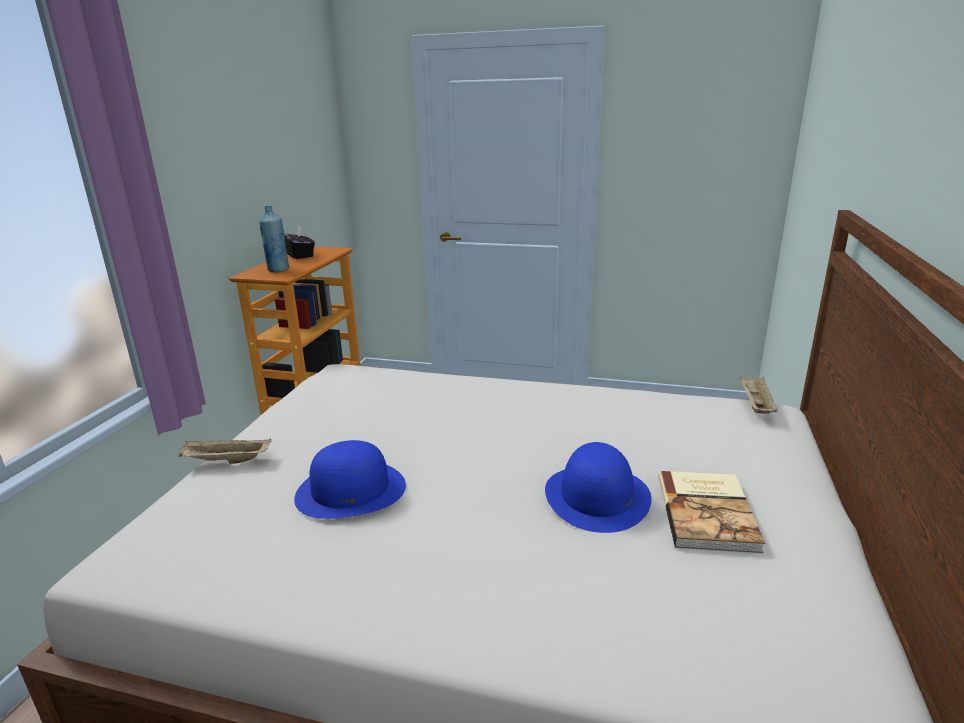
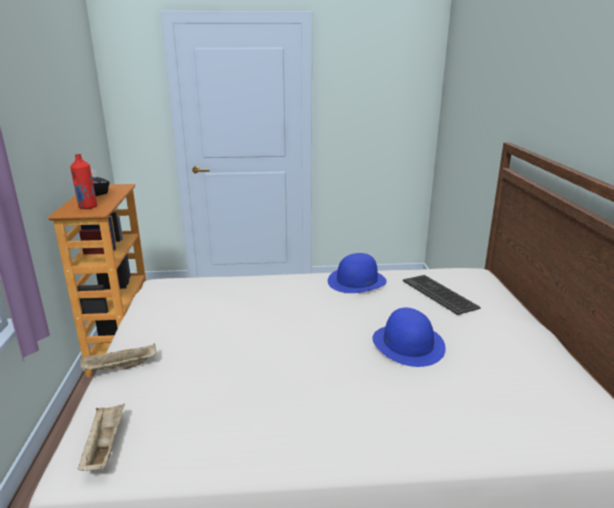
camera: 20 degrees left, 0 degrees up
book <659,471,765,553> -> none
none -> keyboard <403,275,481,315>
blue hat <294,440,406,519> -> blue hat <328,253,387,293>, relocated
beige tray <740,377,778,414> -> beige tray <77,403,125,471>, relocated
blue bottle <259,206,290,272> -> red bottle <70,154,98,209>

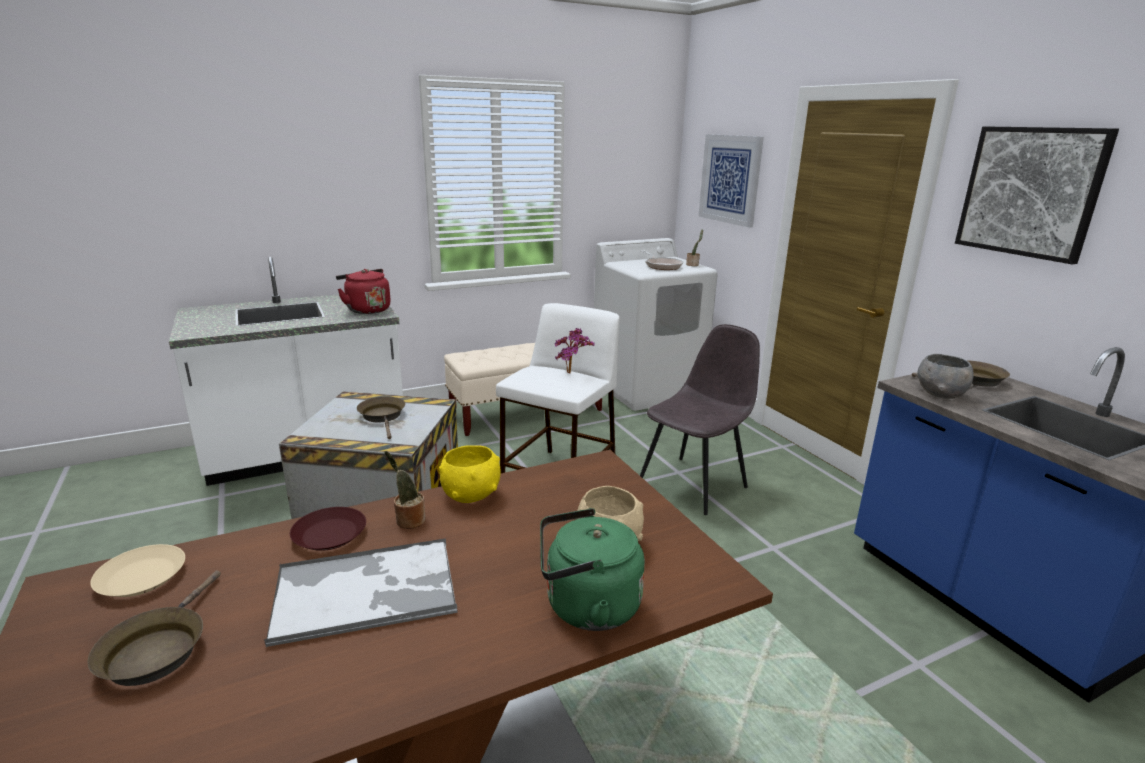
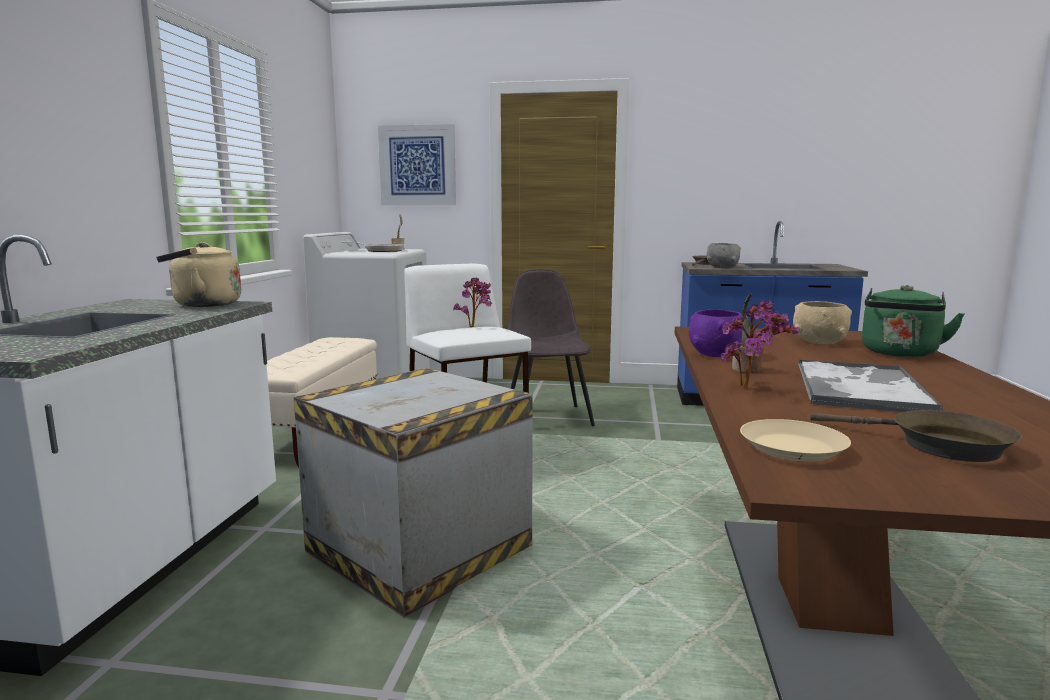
camera: 55 degrees left, 10 degrees down
brown frying pan <357,397,405,439> -> none
picture <955,126,1119,264> -> none
brown plate <290,507,366,551> -> potted plant <721,301,799,388>
red kettle <336,269,391,314> -> beige kettle <156,242,241,307>
yellow bowl <439,445,501,503> -> purple bowl <689,309,743,357>

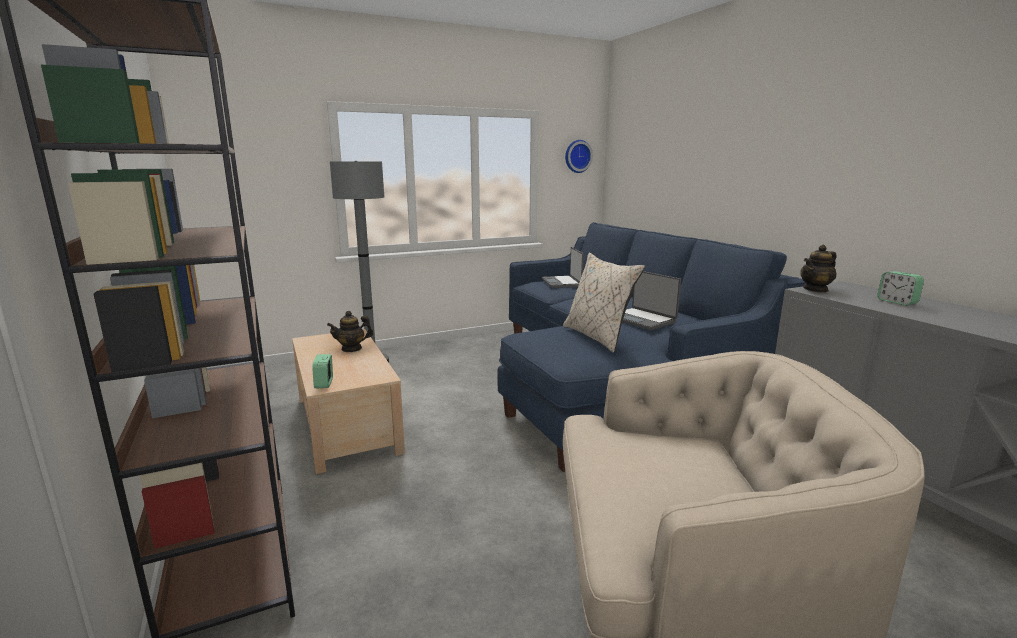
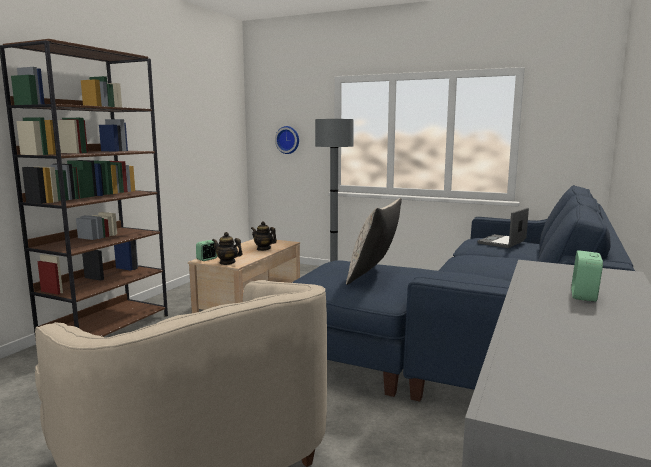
camera: 50 degrees right, 5 degrees down
laptop <622,271,681,330> -> none
wall clock <565,140,593,173> -> wall clock <275,126,299,154>, relocated
teapot <801,245,837,292> -> teapot <212,232,243,265>, relocated

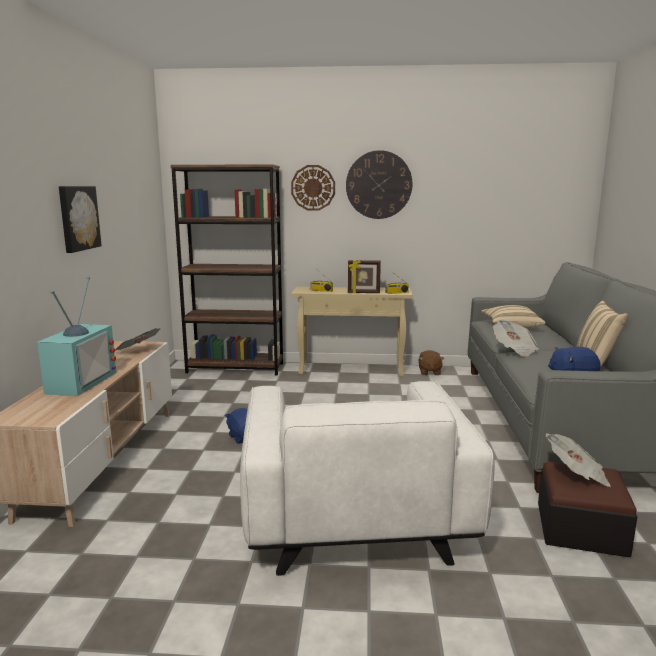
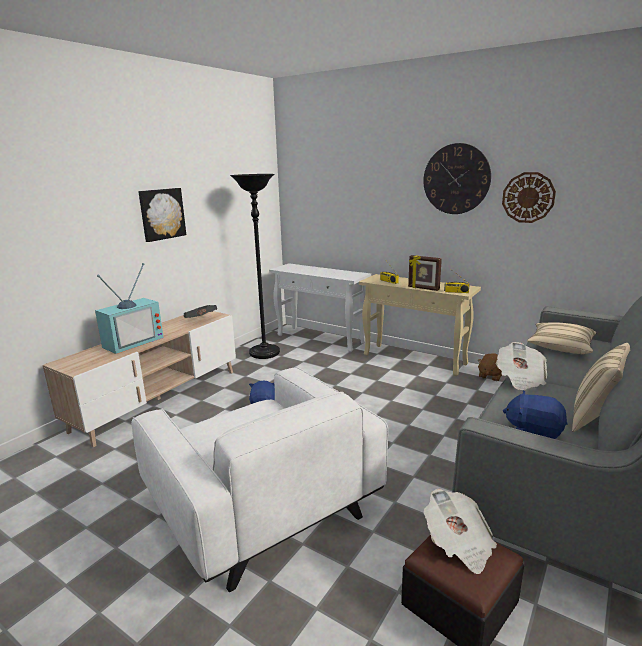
camera: 30 degrees right, 5 degrees up
none -> black floor lamp <230,174,280,359>
wall clock <291,165,335,211> -> wall clock <502,172,556,223>, relocated
brown bookcase <171,165,283,375> -> white console table <269,263,371,352>
white armchair <240,381,495,576> -> white armchair <131,367,388,592>, 60 degrees counterclockwise

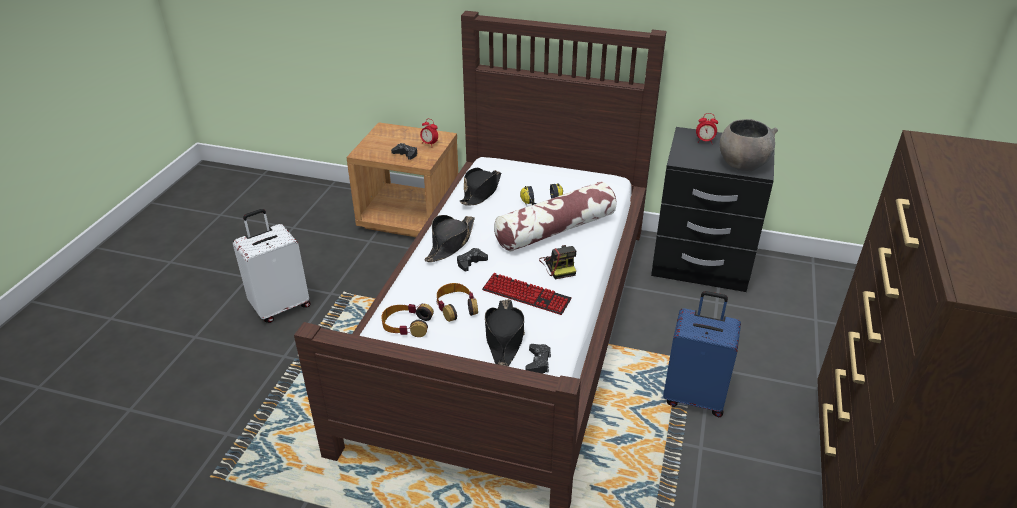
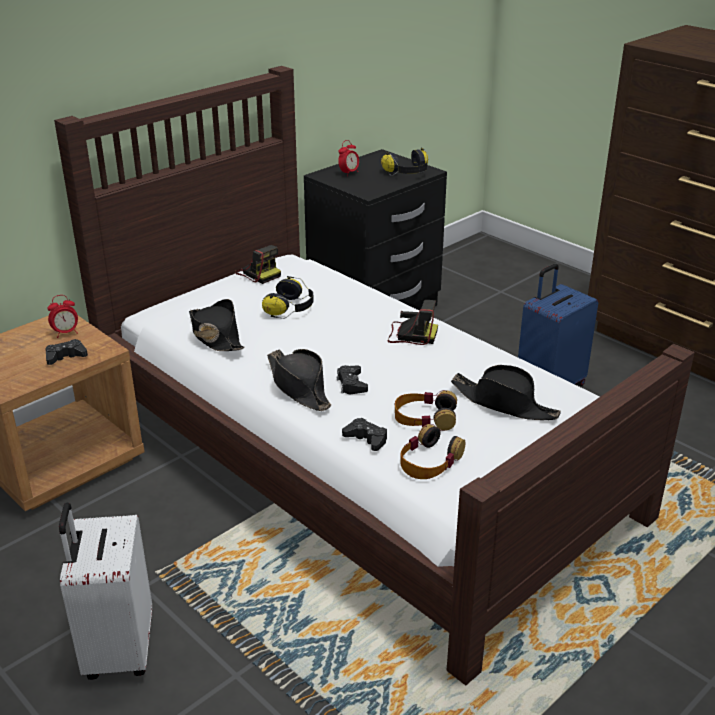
camera: 60 degrees left, 5 degrees down
keyboard <482,273,572,315> -> none
pillow <494,181,616,252> -> none
none -> photo camera <235,245,281,284>
black game controller <526,344,551,374> -> black game controller <342,418,387,451>, relocated
grey bowl <720,119,778,172> -> headphones <381,147,428,176>

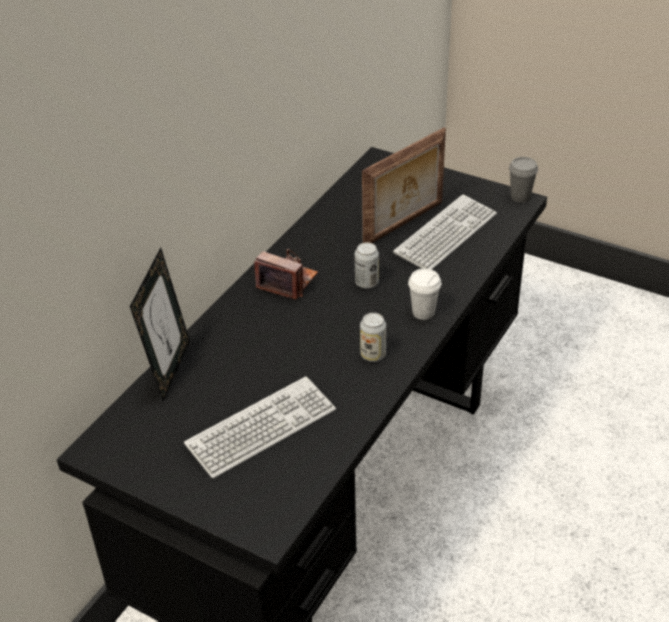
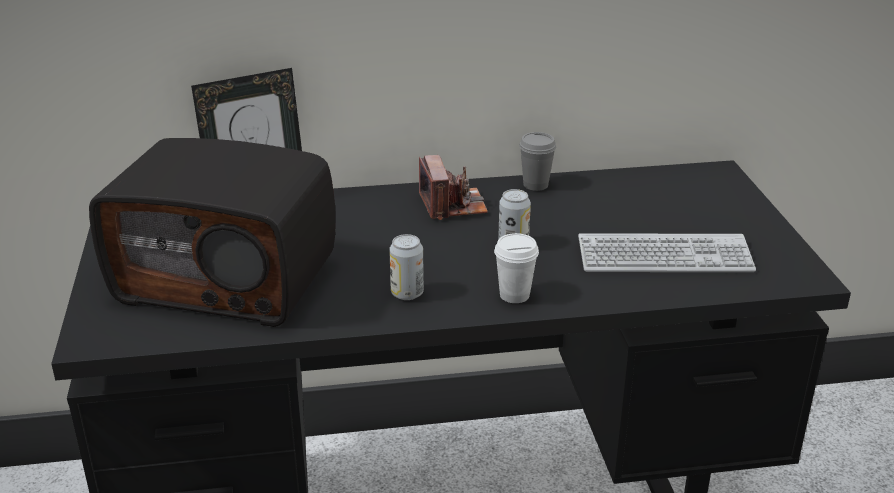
camera: 50 degrees right, 10 degrees down
picture frame <362,128,446,243> -> none
grey cup <509,157,538,202> -> grey cup <519,132,556,191>, relocated
keyboard <184,376,336,479> -> radio <89,138,336,327>

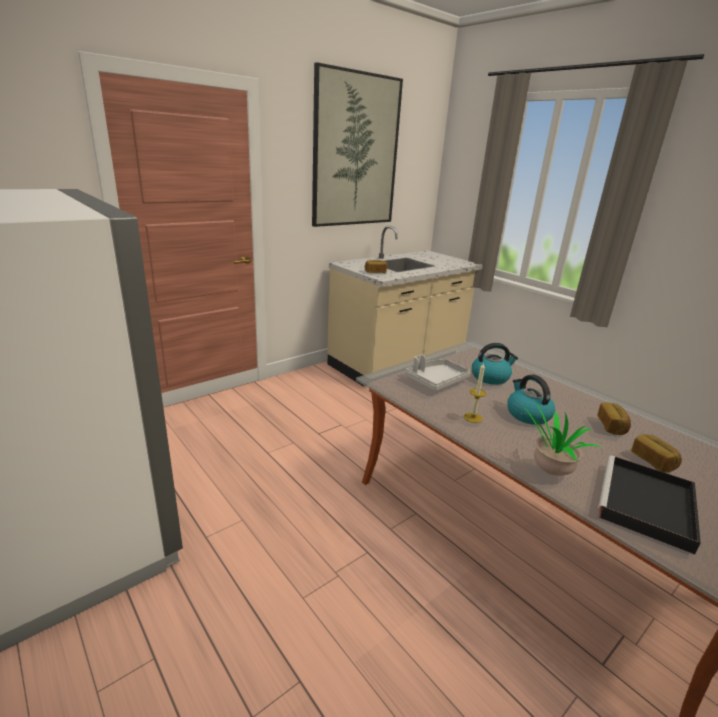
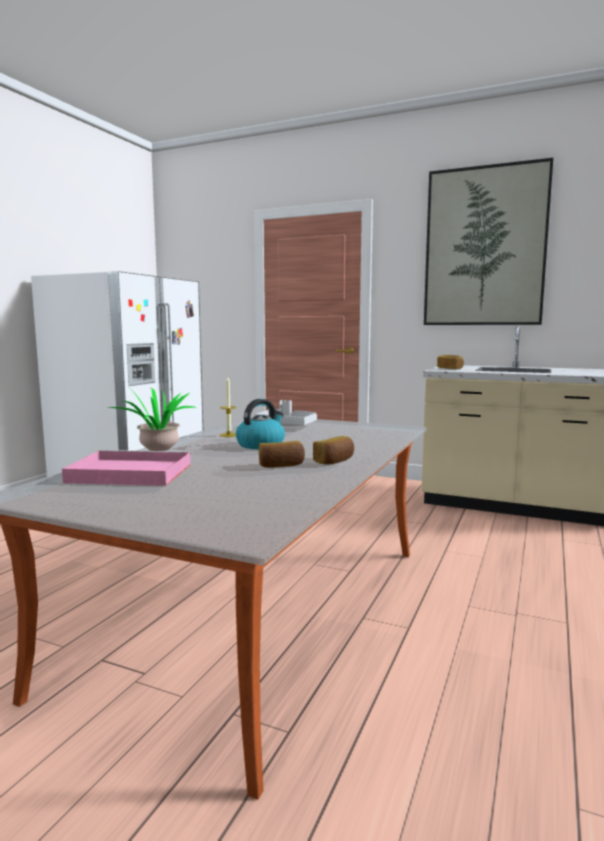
camera: 65 degrees right, 15 degrees down
kettle <472,343,518,385> -> none
bread <631,434,682,473> -> bread <313,436,354,465>, relocated
black tray <598,455,701,554> -> pink tray <62,450,191,486>

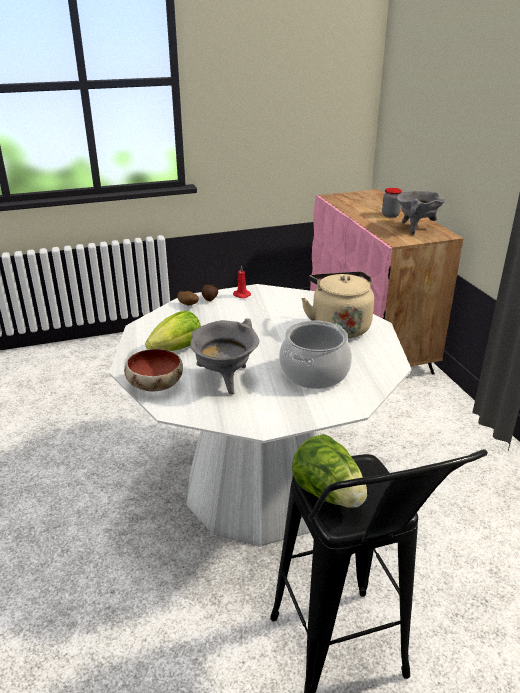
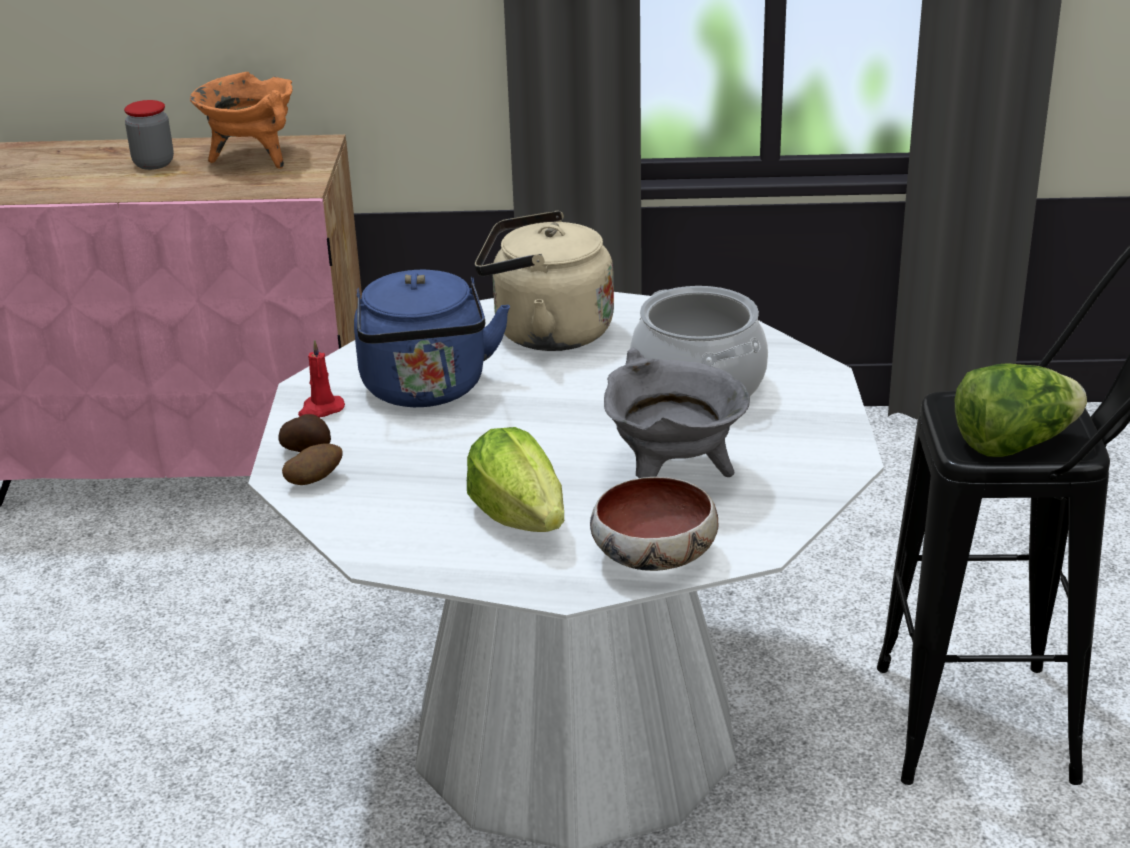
camera: 70 degrees left, 0 degrees up
none -> blue kettle <354,270,510,407>
grey cooking pot <396,191,445,235> -> orange cooking pot <190,72,292,169>

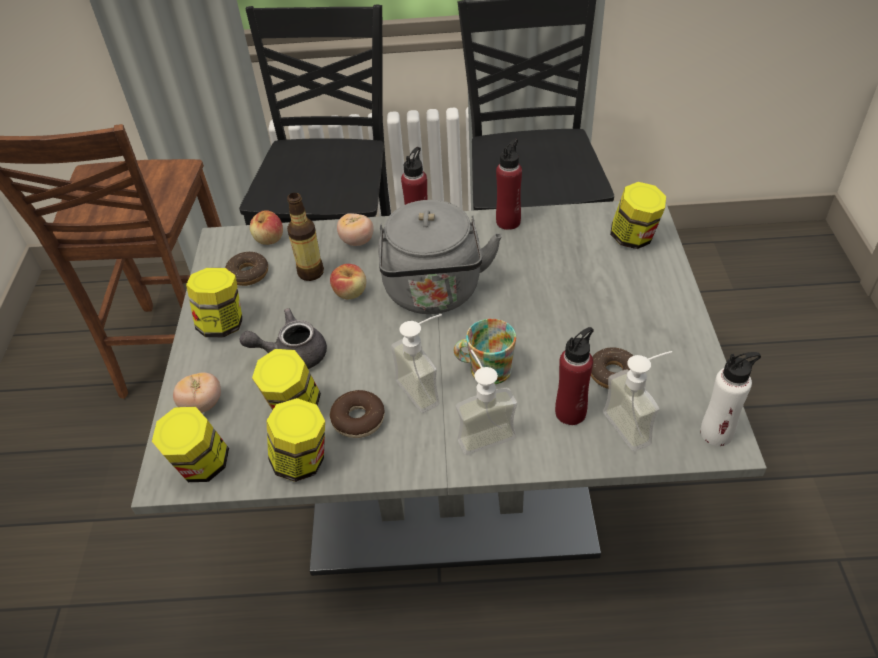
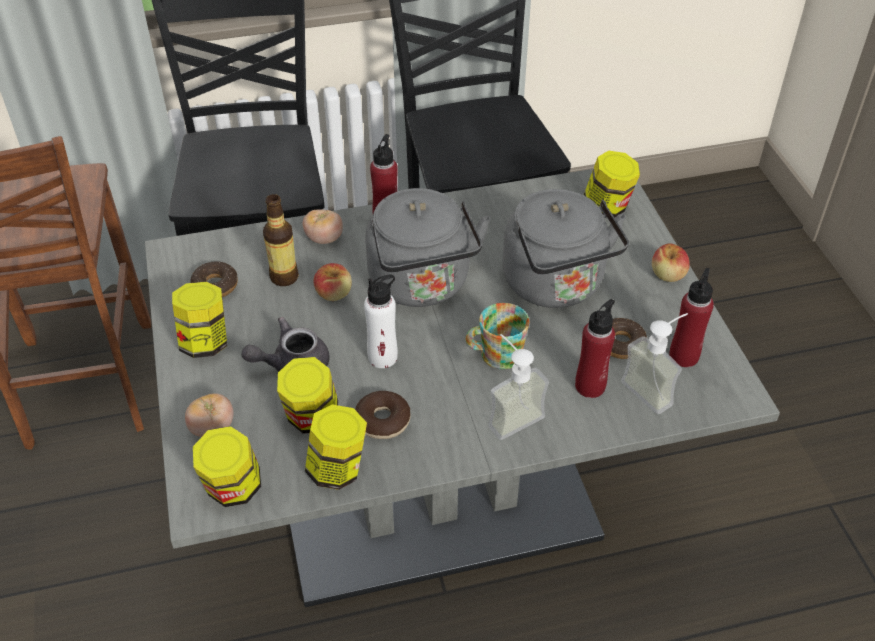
camera: 15 degrees left, 0 degrees up
soap dispenser <391,314,442,413> -> none
none -> grey kettle <502,189,629,308>
apple <250,210,283,245> -> apple <652,244,690,282>, relocated
red bottle <496,139,522,230> -> red bottle <669,268,714,367>, relocated
white bottle <700,352,761,446> -> white bottle <364,275,398,368>, relocated

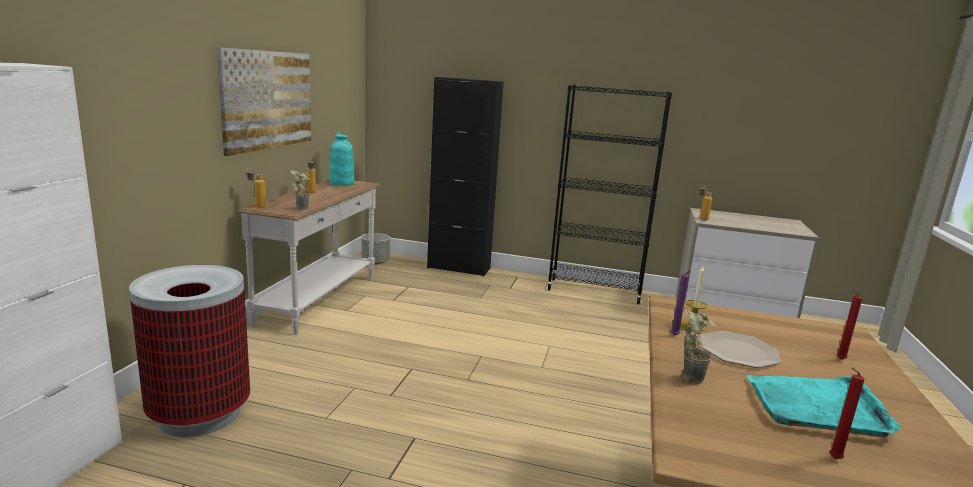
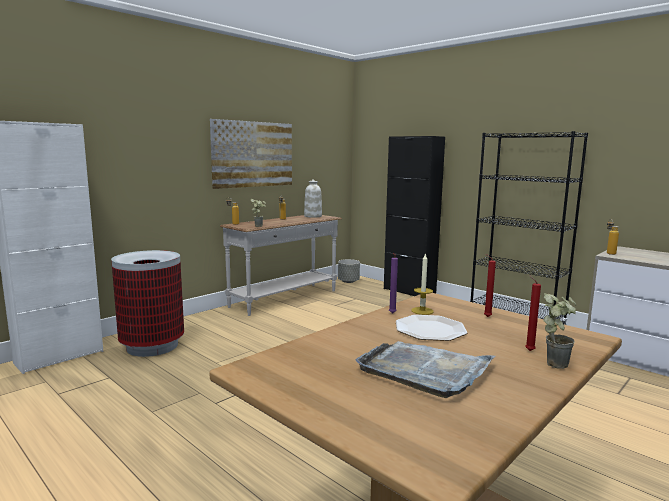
camera: 30 degrees right, 5 degrees down
potted plant <683,310,716,384> -> potted plant <544,293,576,369>, relocated
red candle <829,368,865,459> -> red candle <484,254,496,317>, relocated
turquoise vase <329,132,354,186> -> white vase <304,179,322,218>
turquoise tray <747,375,901,437> -> grey tray <355,341,495,398>

